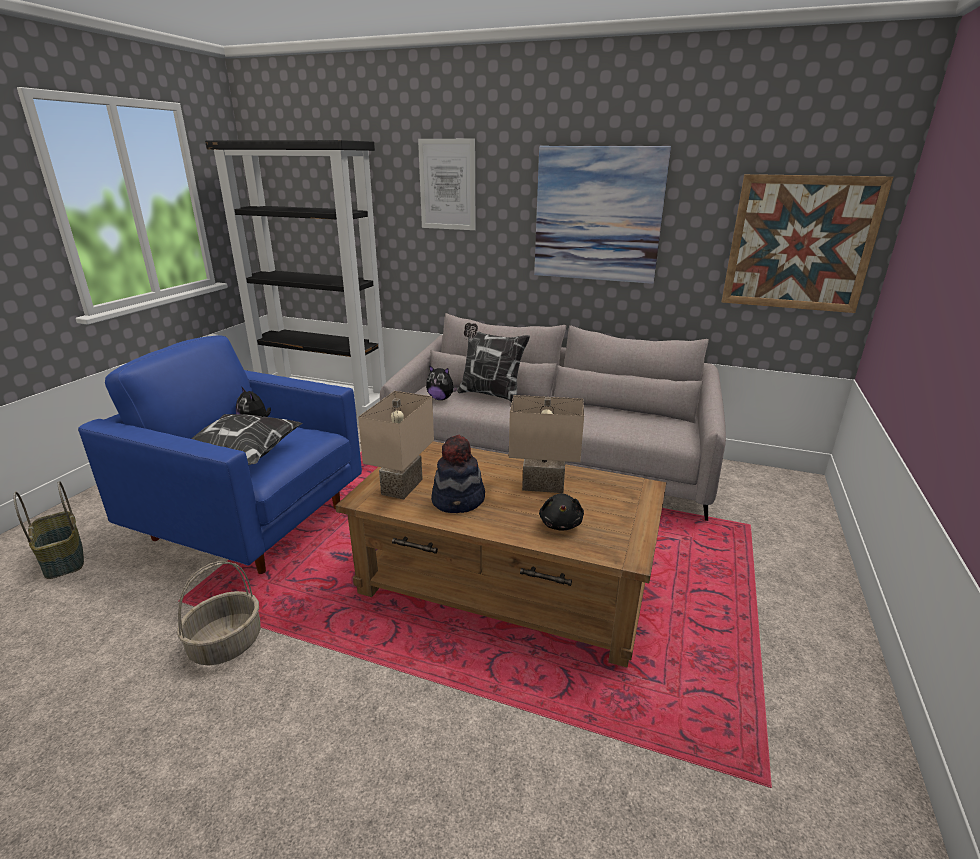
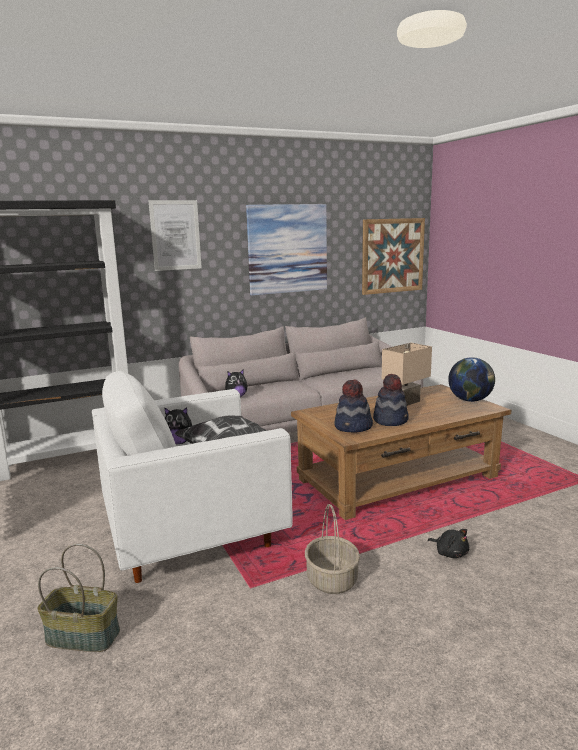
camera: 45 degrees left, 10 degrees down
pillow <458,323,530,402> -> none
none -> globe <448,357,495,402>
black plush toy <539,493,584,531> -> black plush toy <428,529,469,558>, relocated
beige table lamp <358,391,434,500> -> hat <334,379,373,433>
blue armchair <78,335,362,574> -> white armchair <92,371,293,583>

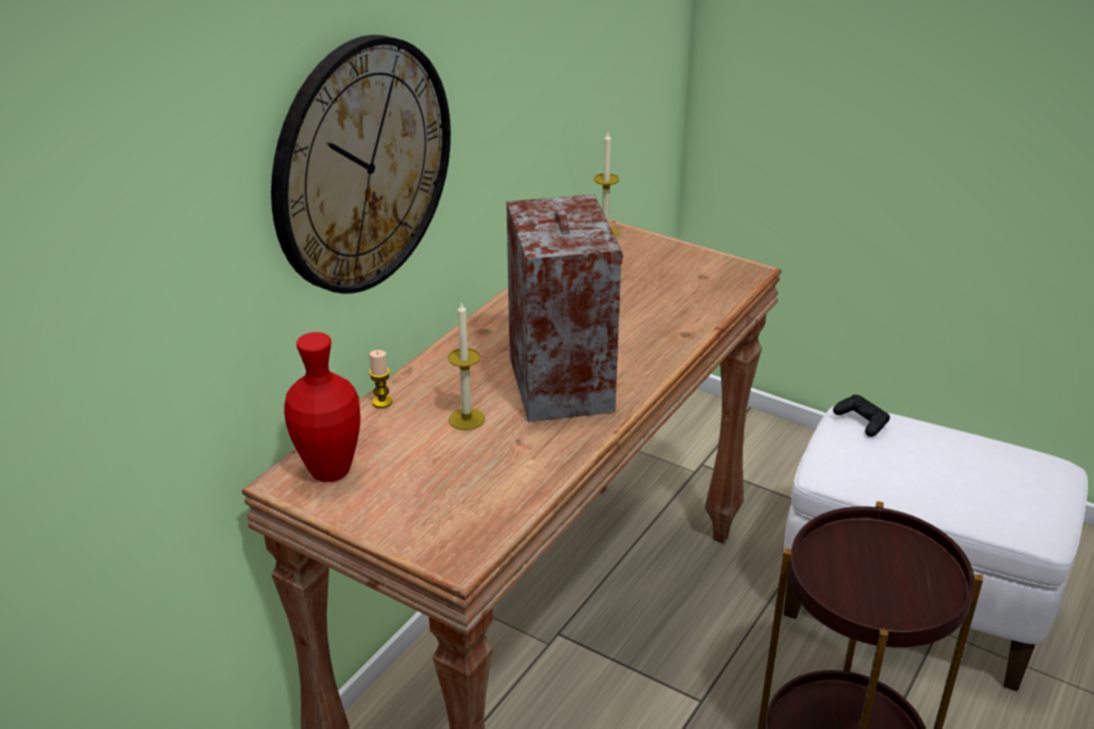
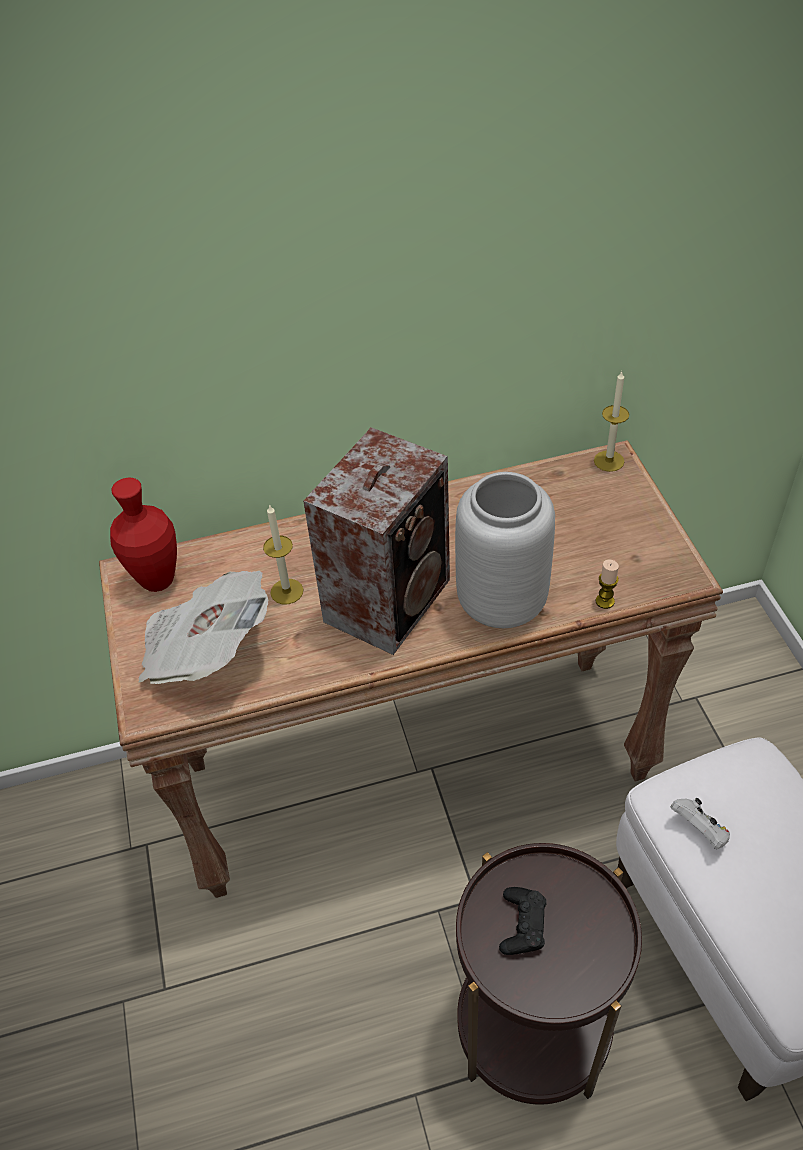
camera: 45 degrees right, 15 degrees up
wall clock <271,35,451,294> -> none
none -> newspaper <138,571,268,684>
none -> grey vase <455,472,555,628>
none -> white game controller <671,798,730,849>
candle <369,350,392,408> -> candle <596,559,619,609>, relocated
black game controller <833,395,890,437> -> black game controller <499,887,547,955>, relocated

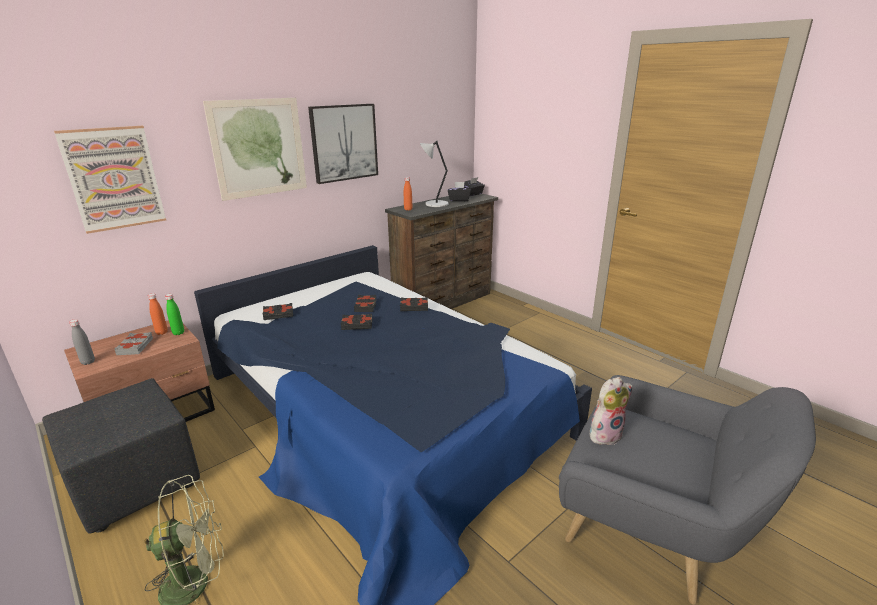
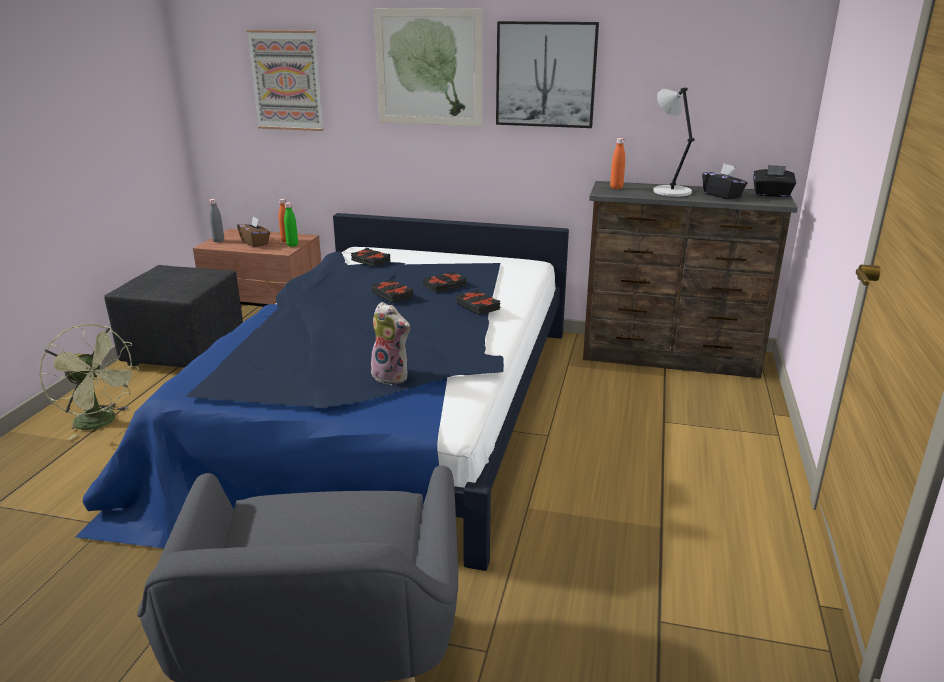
camera: 55 degrees right, 0 degrees up
plush toy <590,377,633,445> -> plush toy <371,302,411,385>, relocated
grey book <114,332,153,355> -> brown tissue box <237,217,270,247>

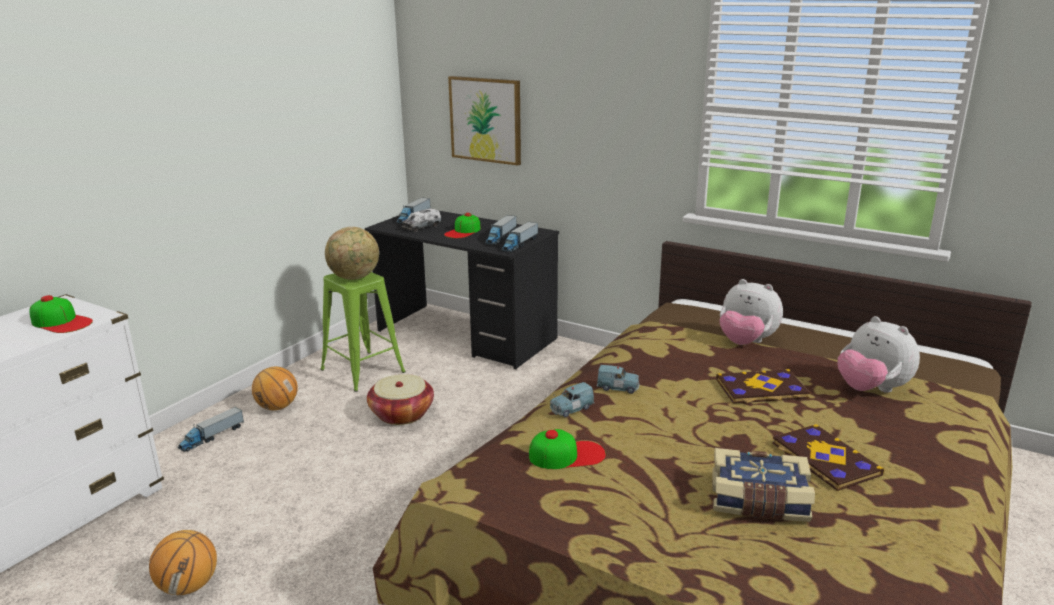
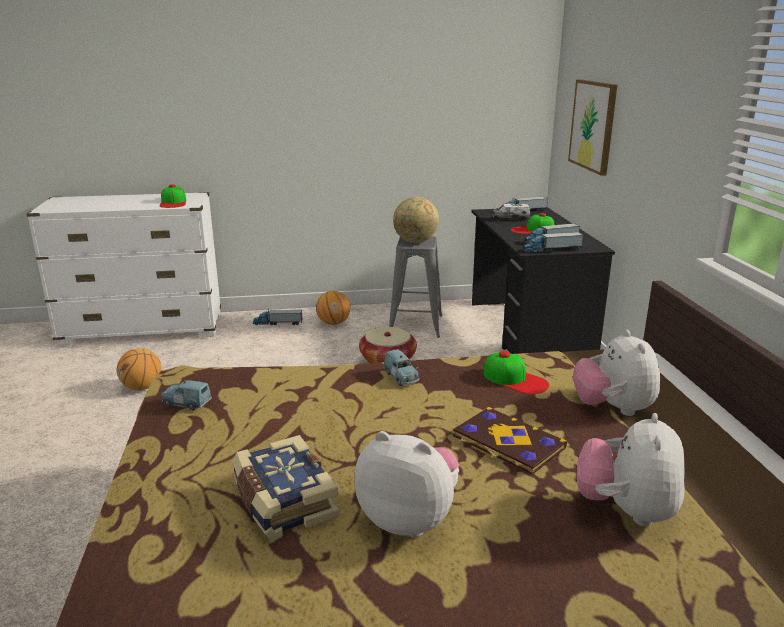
camera: 50 degrees right, 0 degrees up
cap <529,429,606,469> -> cap <484,351,549,394>, relocated
blue toy car <550,382,594,417> -> blue toy car <161,380,212,410>, relocated
book <772,424,884,491> -> plush toy <354,431,459,537>
green stool <320,272,406,392> -> grey stool <389,236,443,338>

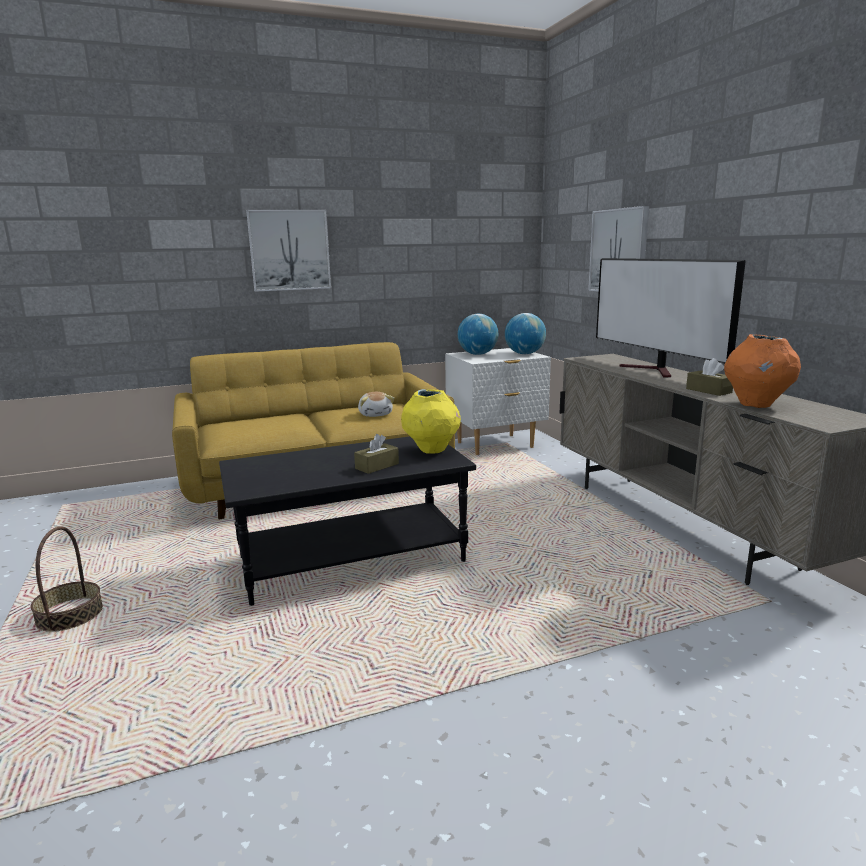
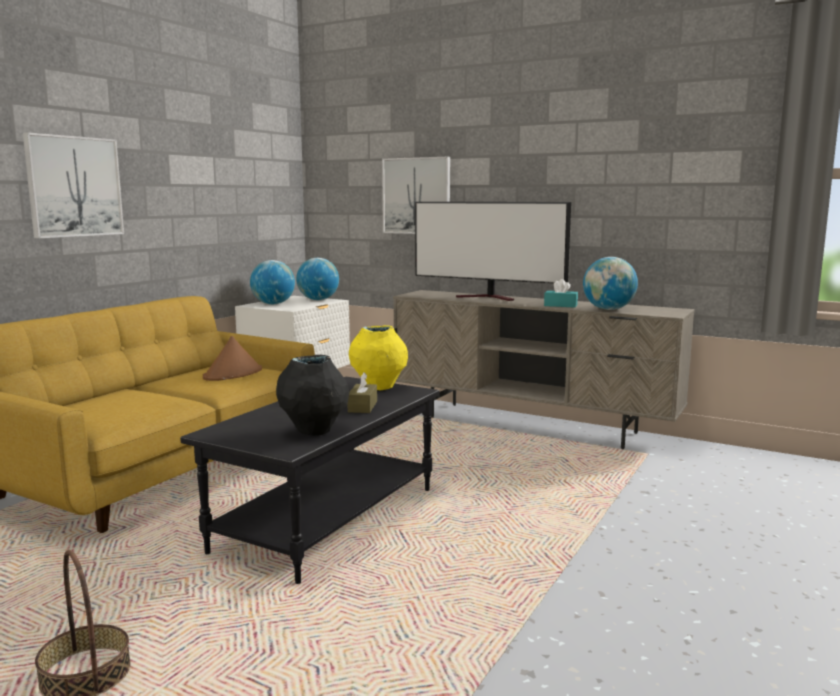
camera: 40 degrees left, 5 degrees down
none -> black vase <276,355,349,436>
plush toy <358,392,394,417> -> brown hat <203,336,262,381>
orange vase <724,334,801,408> -> globe <583,257,638,310>
brown tissue box <686,358,733,396> -> turquoise tissue box <544,279,578,308>

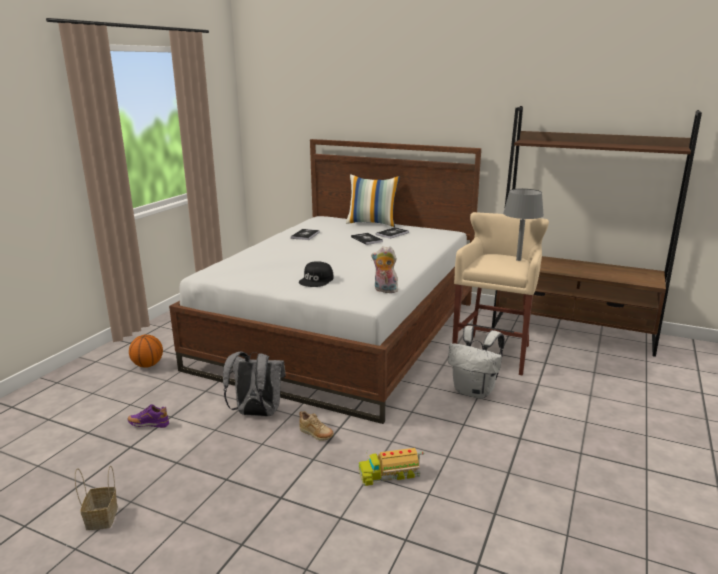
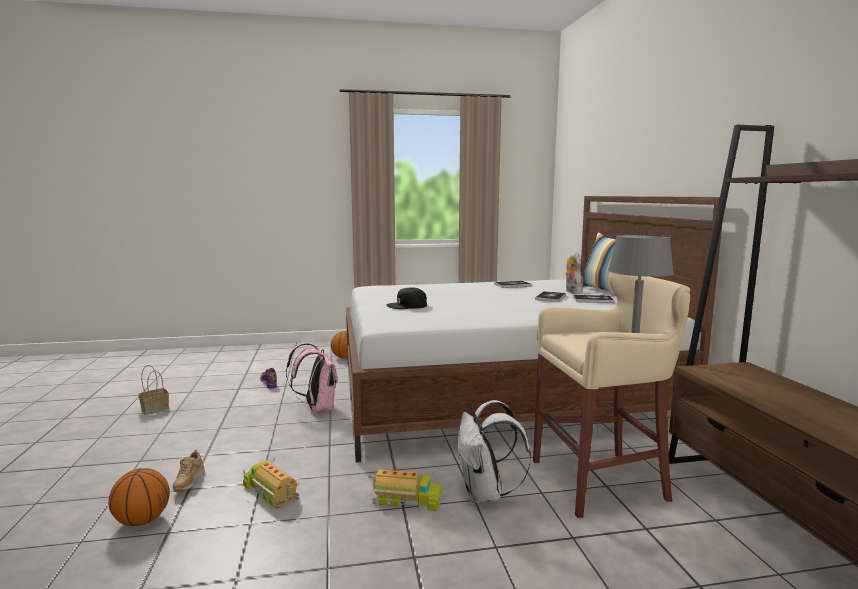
camera: 55 degrees right, 10 degrees down
none -> basketball <108,468,170,526>
none -> toy truck <368,469,442,511>
beige shoe <299,411,334,441> -> beige shoe <173,450,205,492>, relocated
plush toy <371,246,398,293> -> plush toy <565,252,583,294>, relocated
grey backpack <223,351,286,416> -> pink backpack <286,343,338,412>

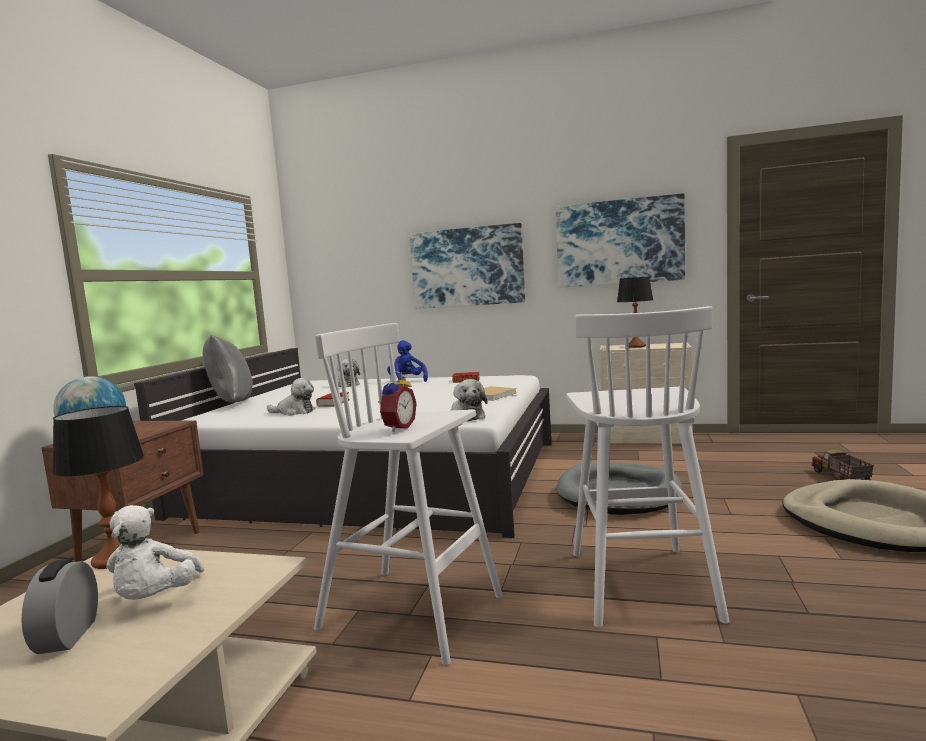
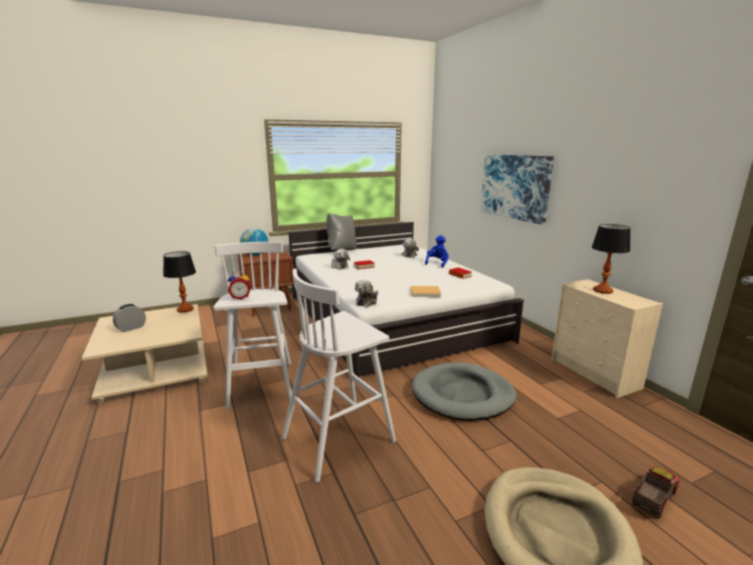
camera: 50 degrees right, 10 degrees up
white plush toy <106,505,204,600> -> none
picture <556,193,685,288> -> none

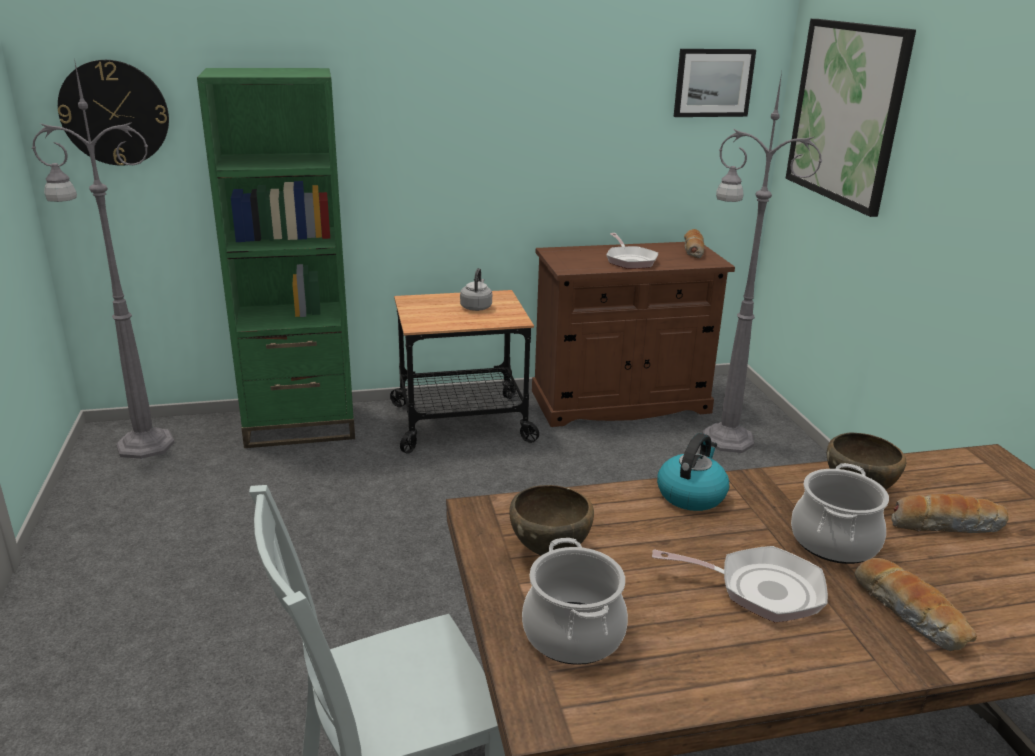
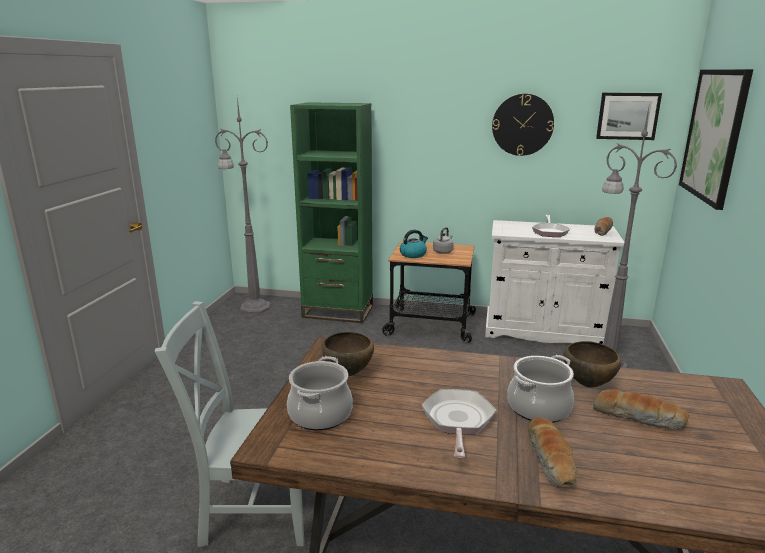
camera: 25 degrees right, 5 degrees down
wall clock <58,60,169,166> -> wall clock <492,94,554,156>, relocated
kettle <657,433,729,511> -> kettle <400,230,428,258>, relocated
brown cabinet <532,242,735,427> -> white cabinet <485,220,624,344>
frying pan <652,546,828,622> -> frying pan <422,389,496,458>, 120 degrees counterclockwise

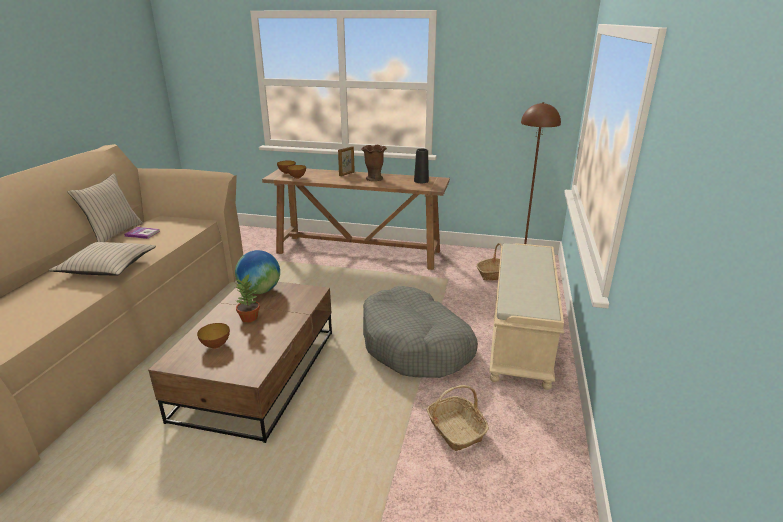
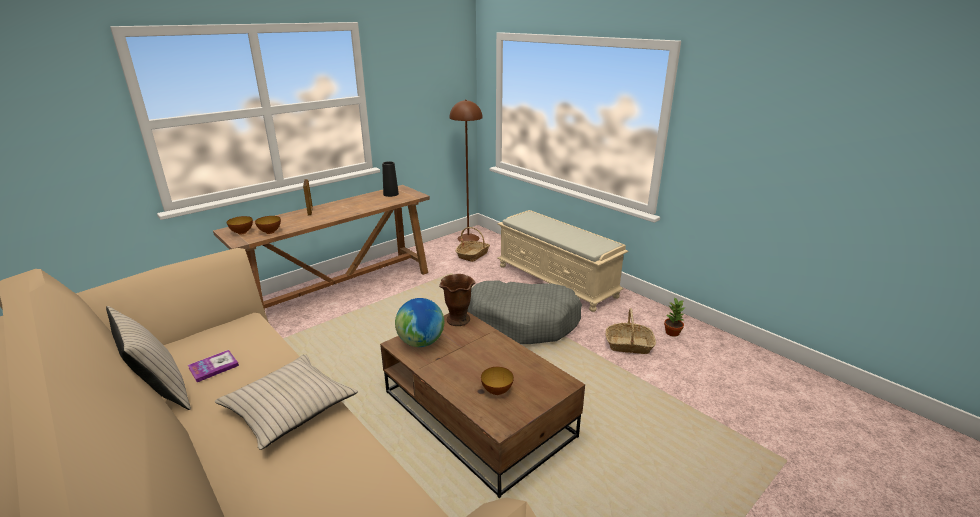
camera: 55 degrees left, 0 degrees up
potted plant <236,275,260,323> -> potted plant <664,297,686,337>, relocated
brown vase <361,145,387,181> -> brown vase <439,274,476,326>, relocated

